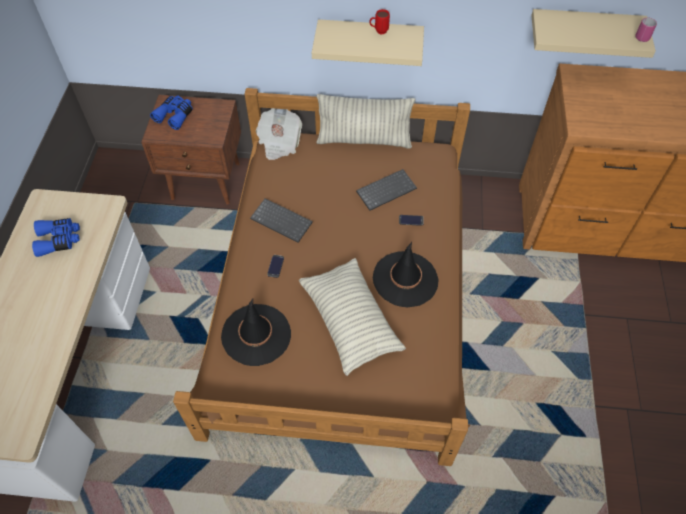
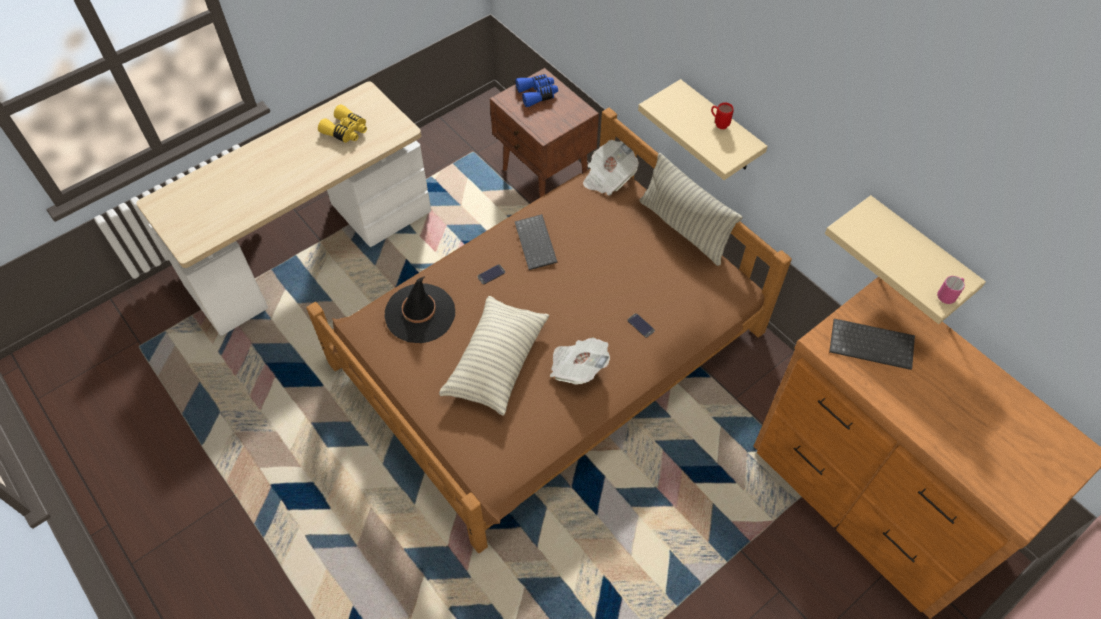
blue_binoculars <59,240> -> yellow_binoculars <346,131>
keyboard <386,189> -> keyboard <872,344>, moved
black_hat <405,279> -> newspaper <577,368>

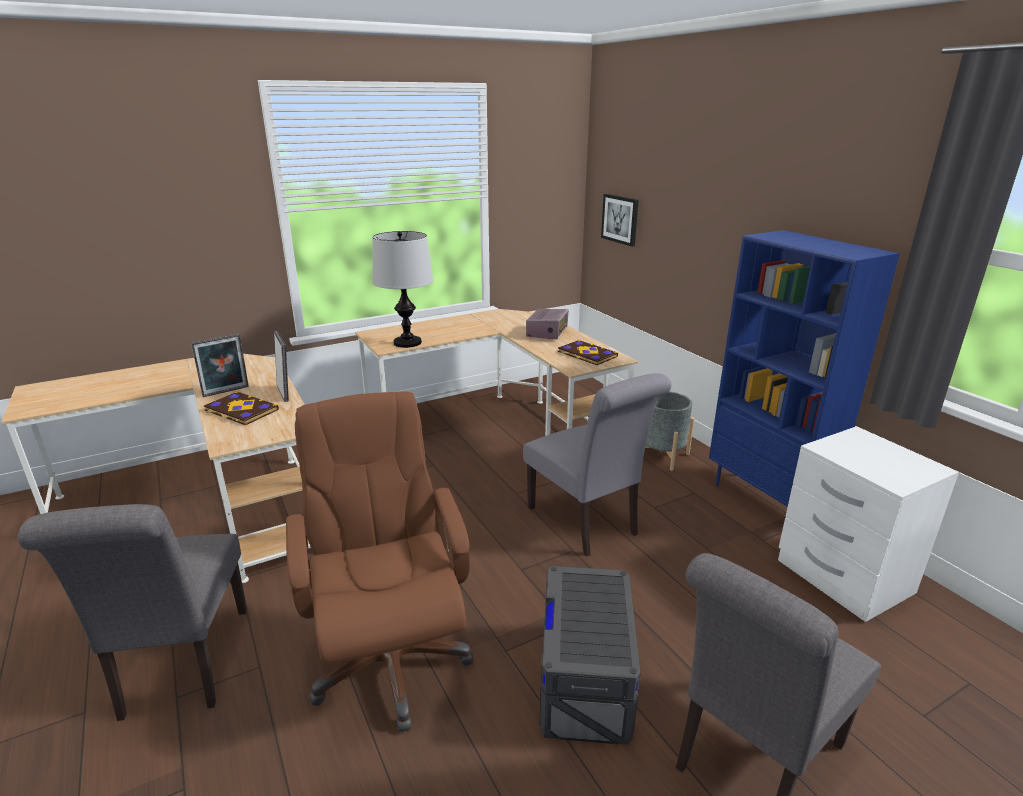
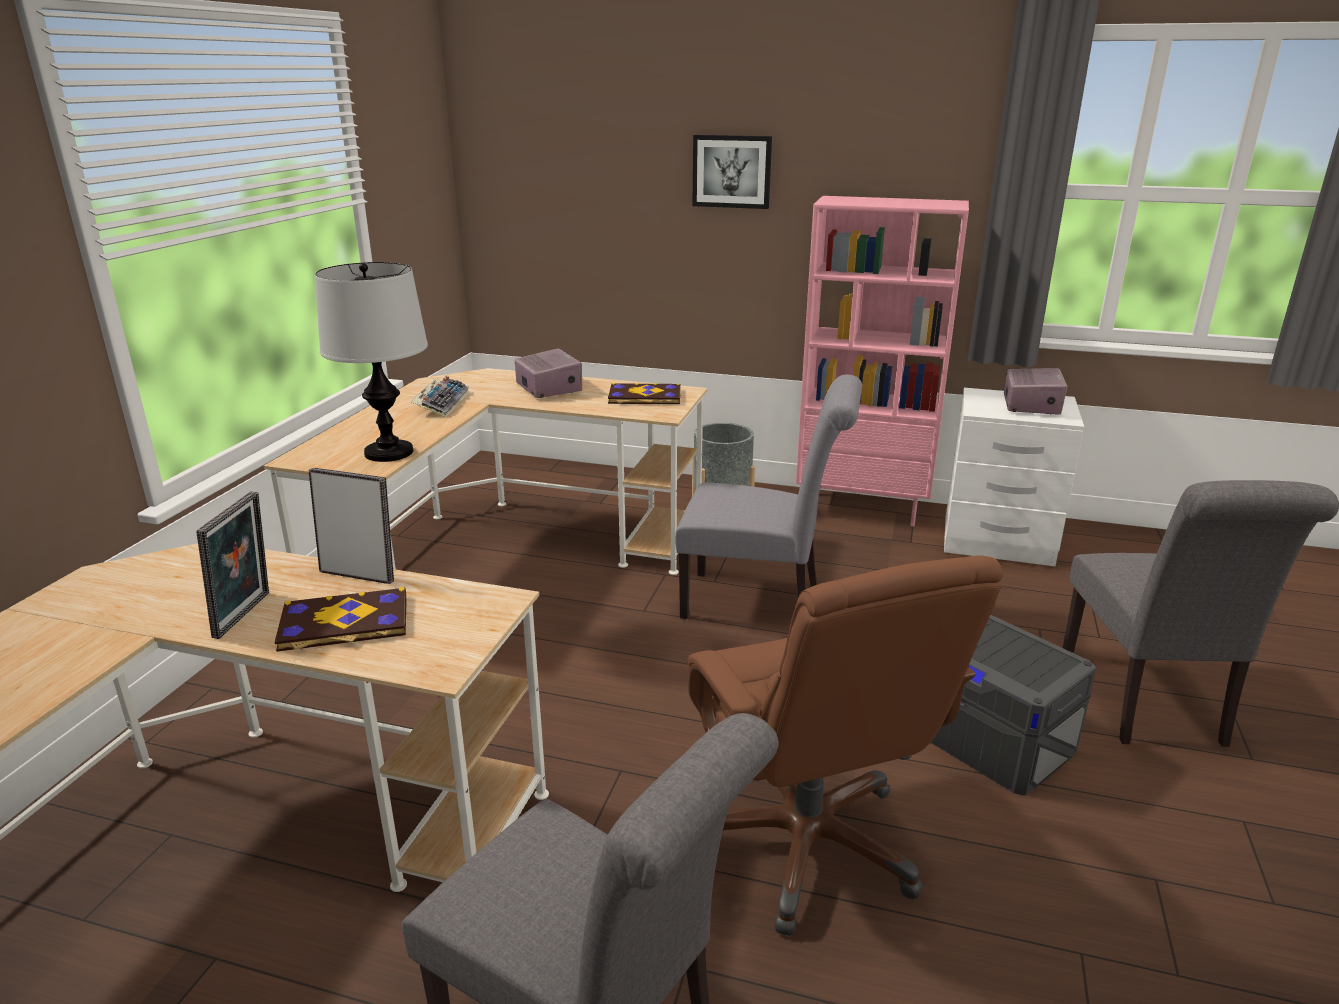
brown_office_chair <390,660> -> brown_office_chair <807,843>, 135 degrees counterclockwise
picture <620,219> -> picture <732,171>, moved
blue_bookcase <765,500> -> pink_bookcase <863,508>
none -> keyboard <441,403>
none -> radio <1031,405>

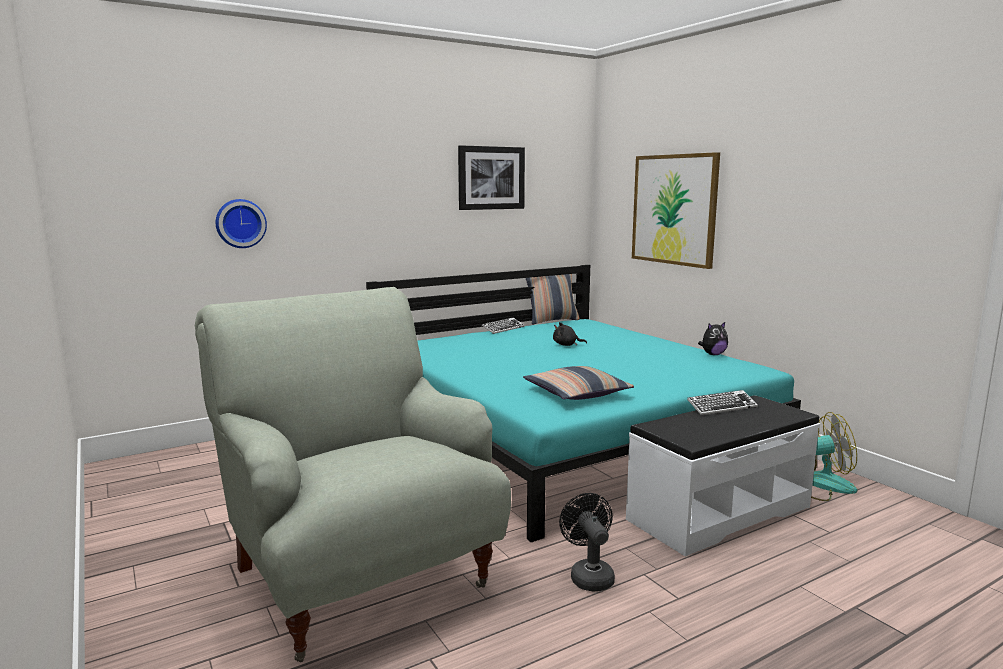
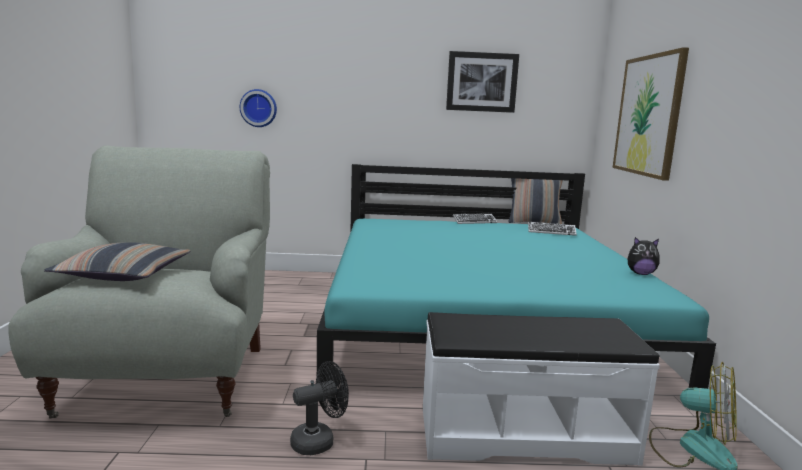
pillow <576,393> -> pillow <124,274>, moved
black_plush_toy <566,345> -> none
black_fan <589,575> -> black_fan <319,441>, 45 degrees clockwise
keyboard <721,407> -> keyboard <551,232>, moved

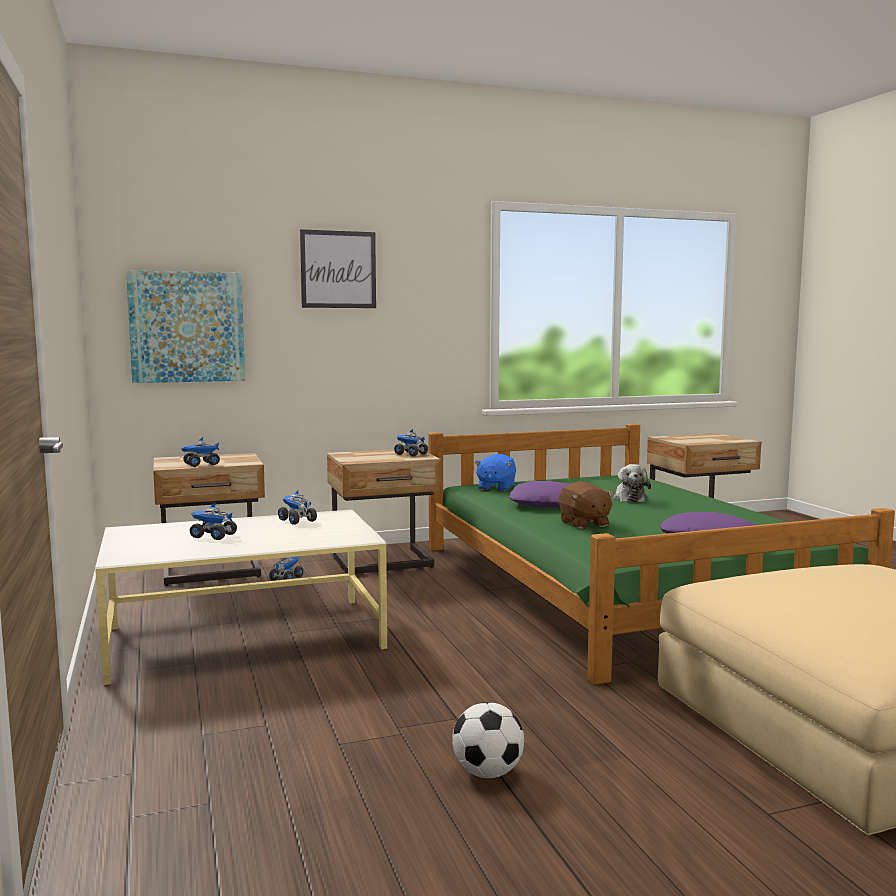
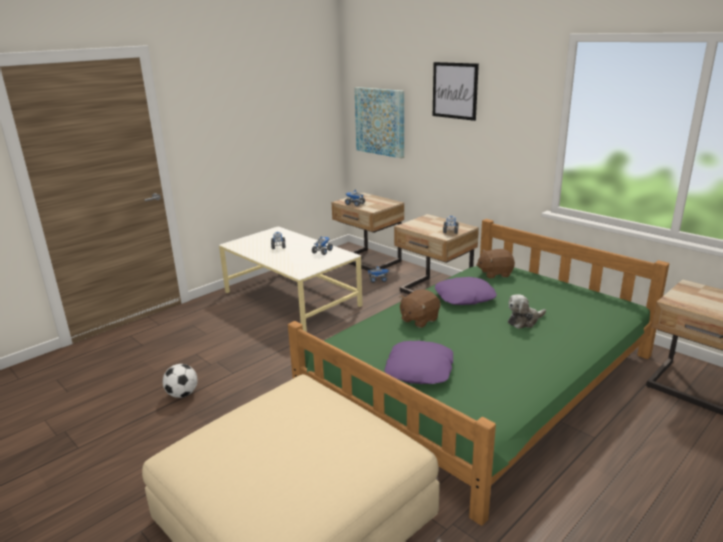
blue_plush_toy <495,488> -> brown_plush_toy <495,273>

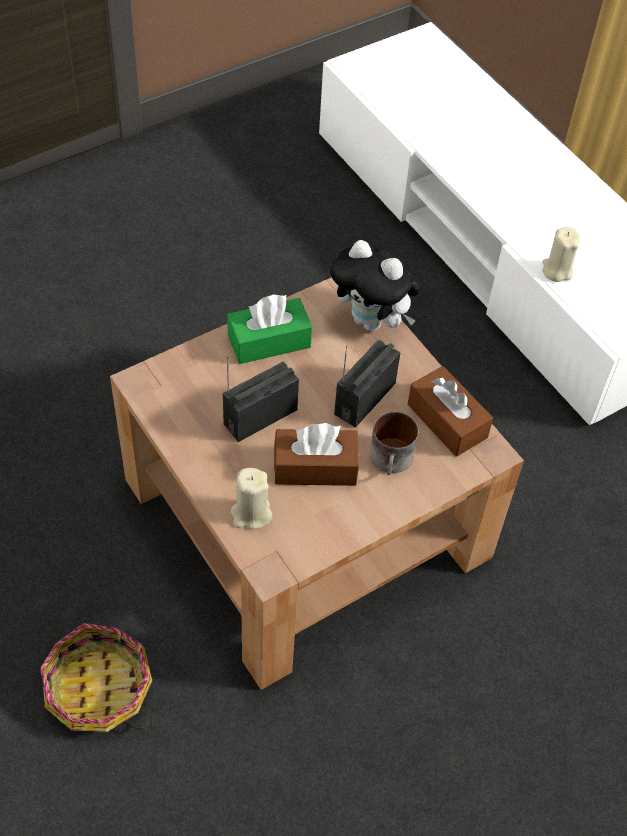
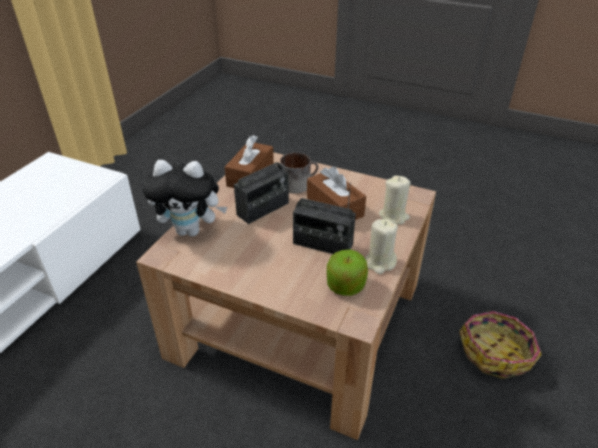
green_tissue_box <269,341> -> none
plush_toy <372,322> -> plush_toy <191,230>, 90 degrees clockwise
radio <364,398> -> radio <263,209>, 45 degrees counterclockwise
beige_candle <557,270> -> beige_candle <380,263>, moved
none -> apple <345,285>

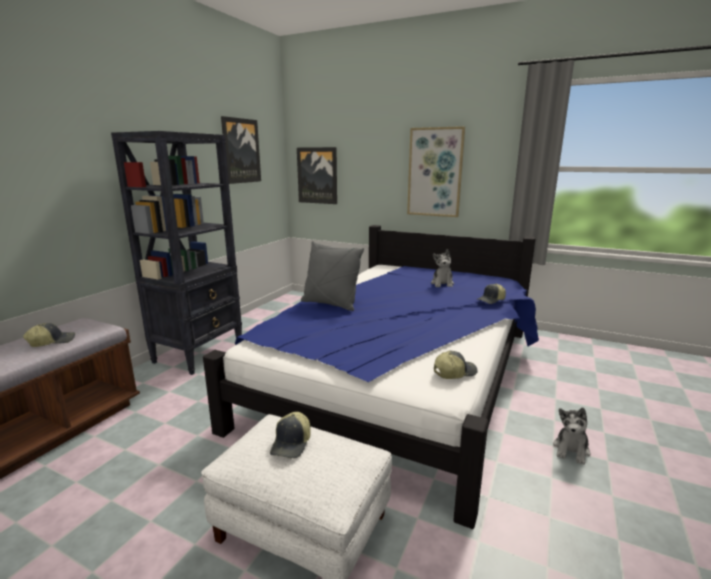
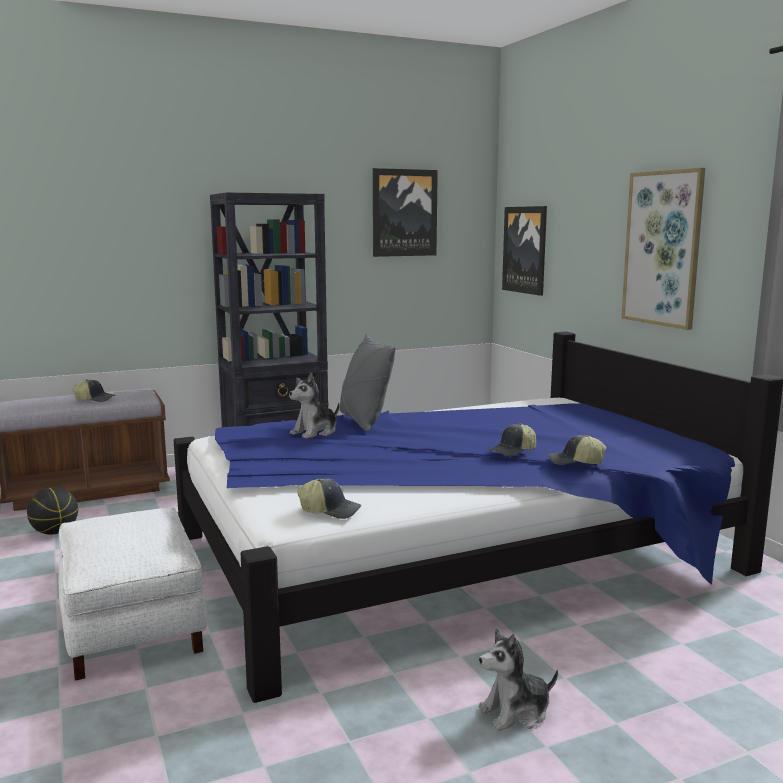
cap <292,443> -> cap <513,451>, moved
plush_toy <442,284> -> plush_toy <315,432>, moved
none -> basketball <55,532>

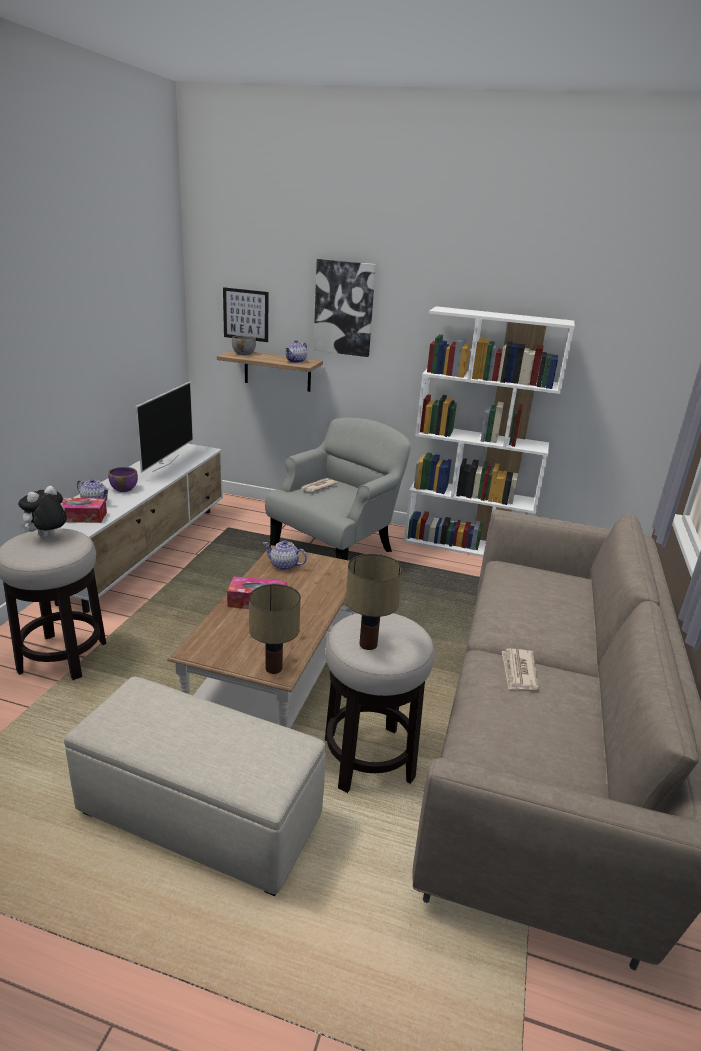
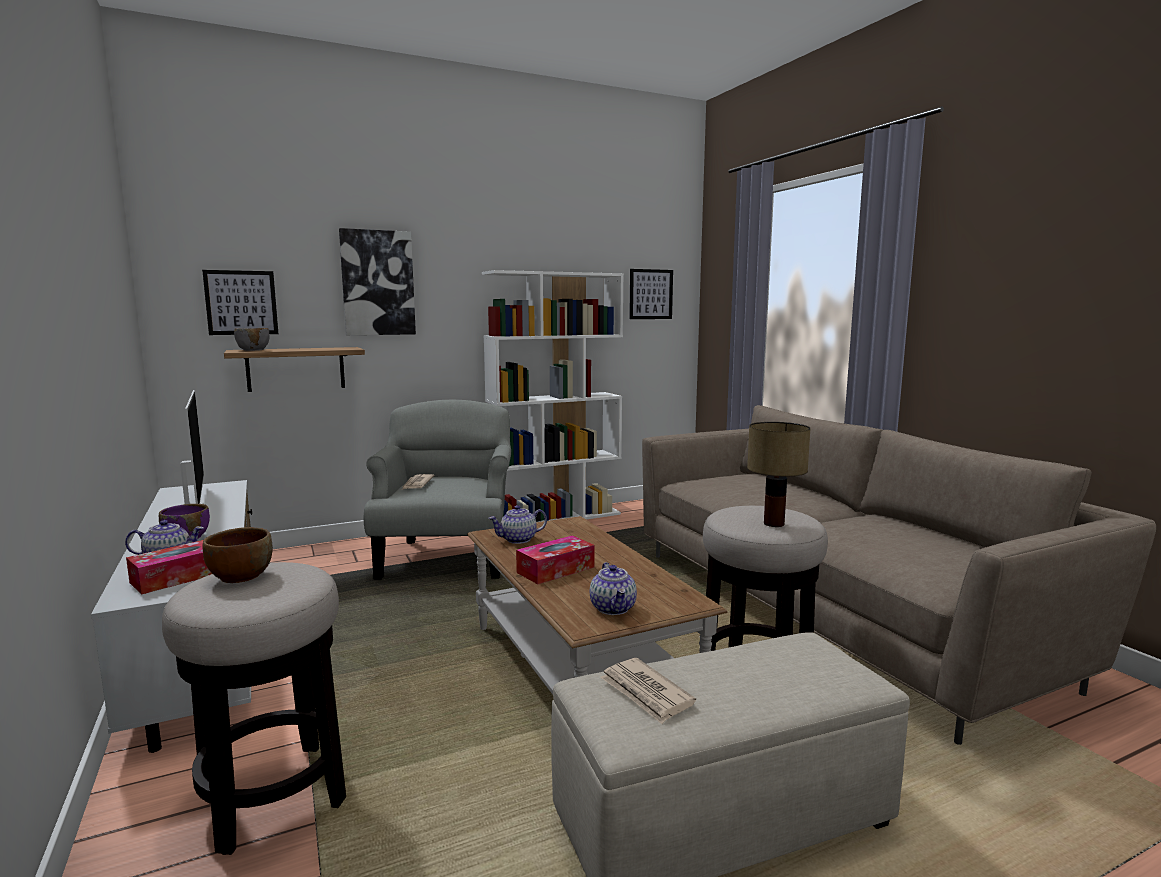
plush_toy <47,537> -> brown_bowl <240,576>
table_lamp <273,669> -> none
teapot <296,361> -> teapot <613,608>, moved
newspaper <518,671> -> newspaper <646,693>, moved
none -> picture <650,294>

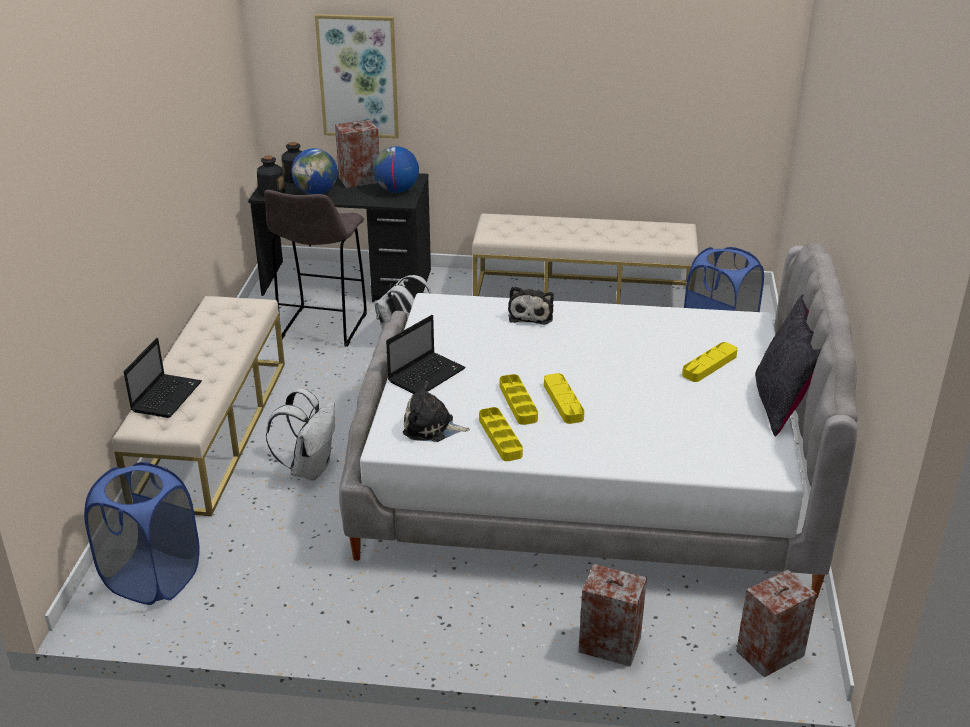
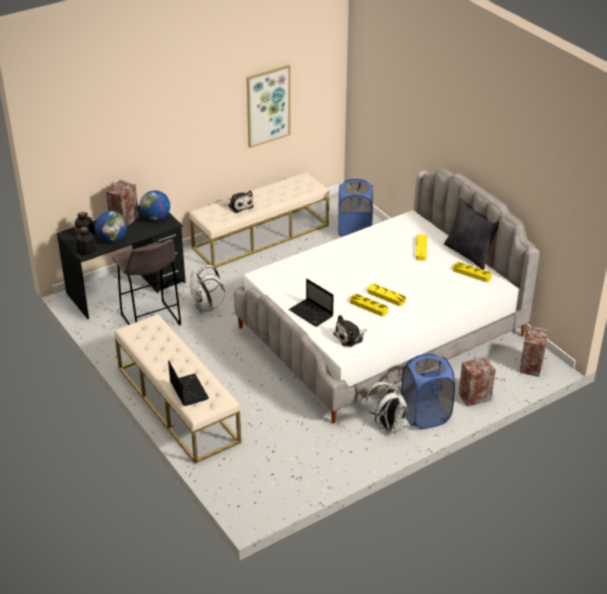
blue_laundry_basket <152,578> -> blue_laundry_basket <425,415>, moved
white_backpack <309,468> -> white_backpack <388,425>, moved
picture <358,76> -> picture <268,106>, moved
laptop <427,374> -> laptop <312,313>, 135 degrees clockwise
yellow_tray <500,437> -> yellow_tray <472,274>, moved
plush_toy <531,314> -> plush_toy <240,206>, moved

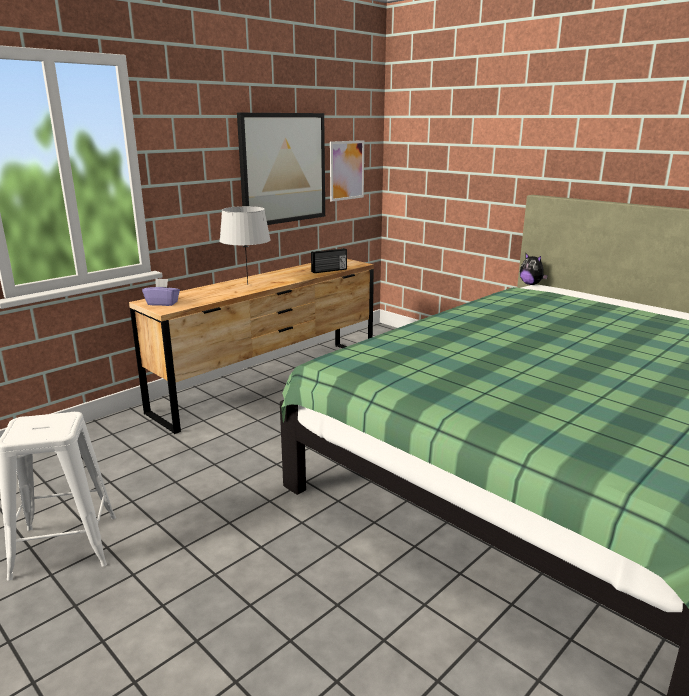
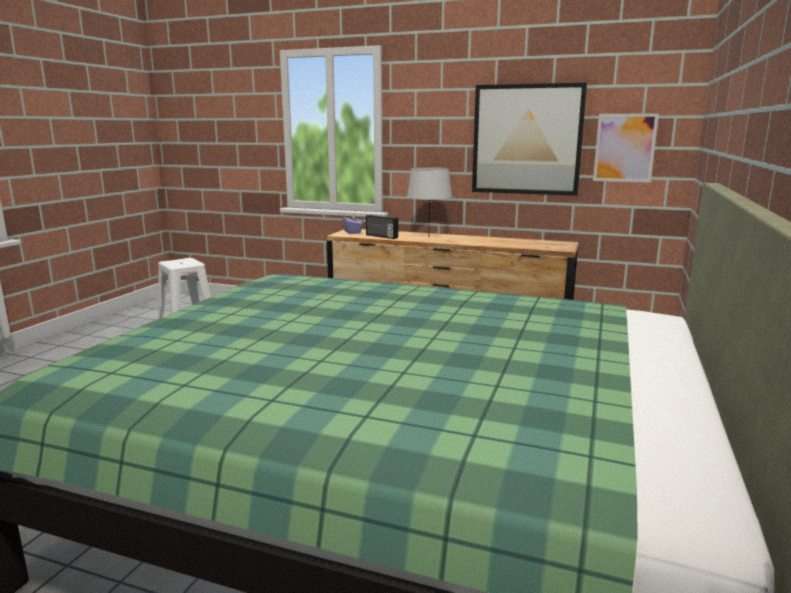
radio <329,270> -> radio <381,236>, moved
plush_toy <531,284> -> none

